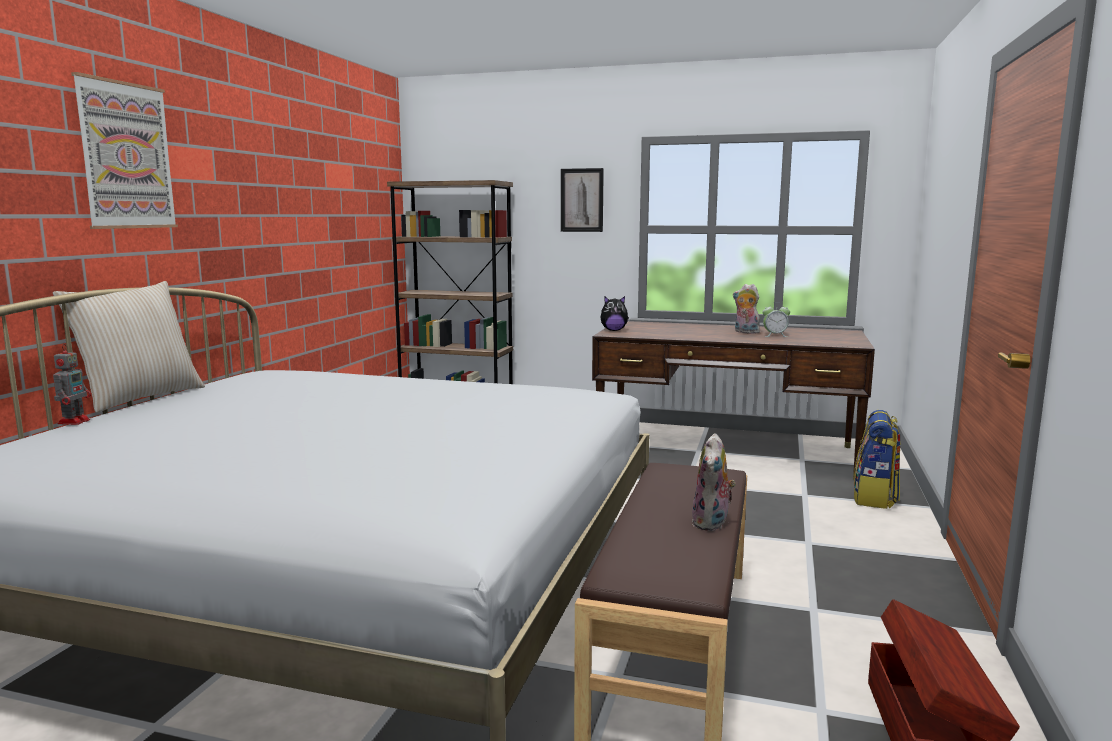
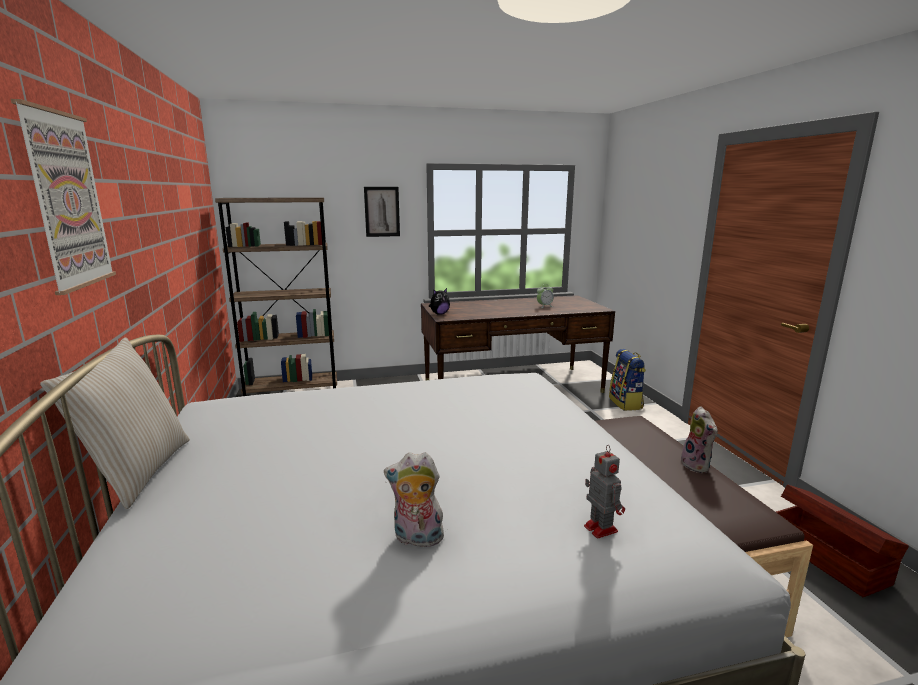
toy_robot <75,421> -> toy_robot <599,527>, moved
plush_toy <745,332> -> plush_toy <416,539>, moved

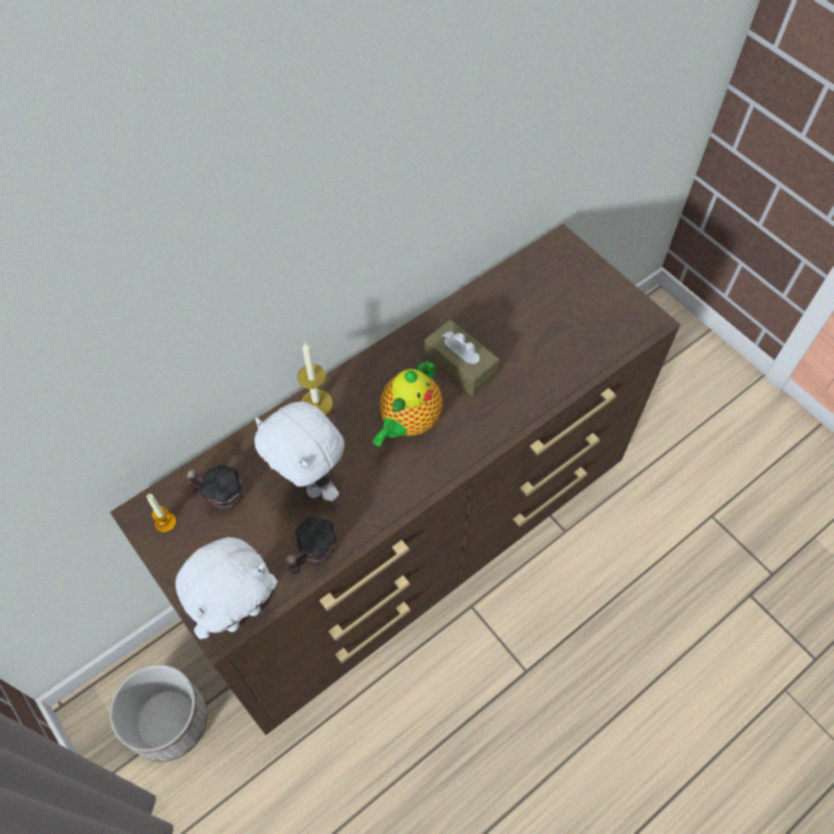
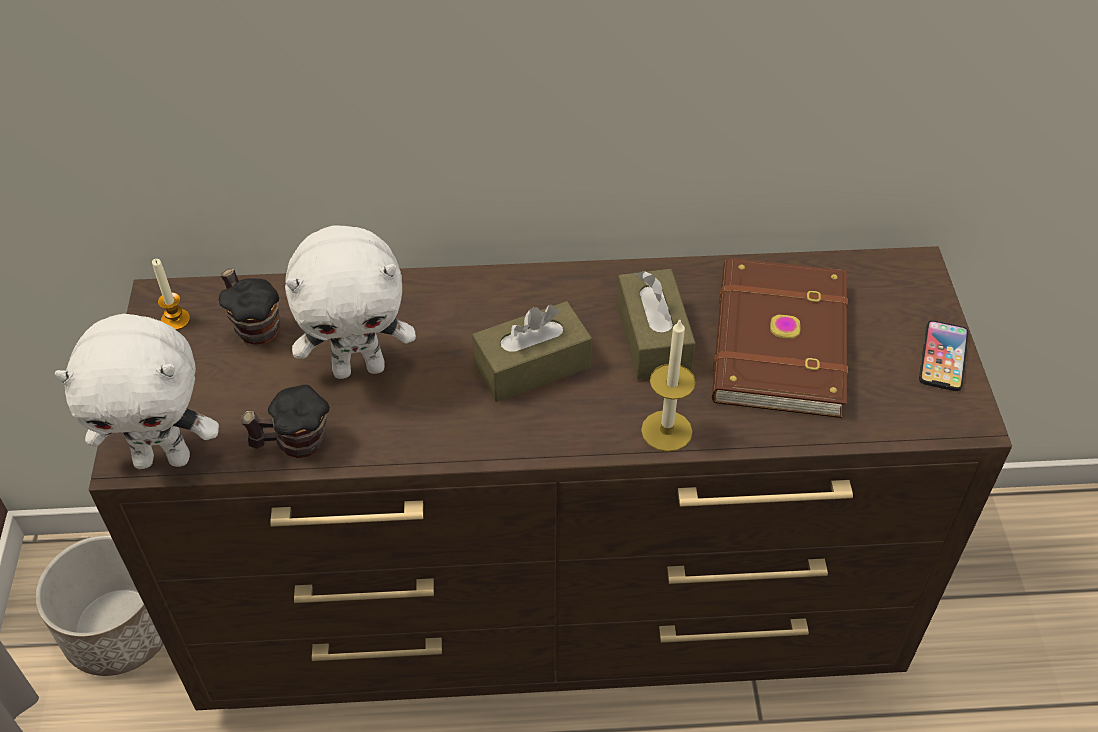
white_plush_toy <310,483> -> white_plush_toy <359,367>, 90 degrees counterclockwise
candle <316,403> -> candle <666,431>, moved
teapot <408,422> -> brown_tissue_box <532,366>
none -> brown_book <775,343>
none -> phone <943,357>

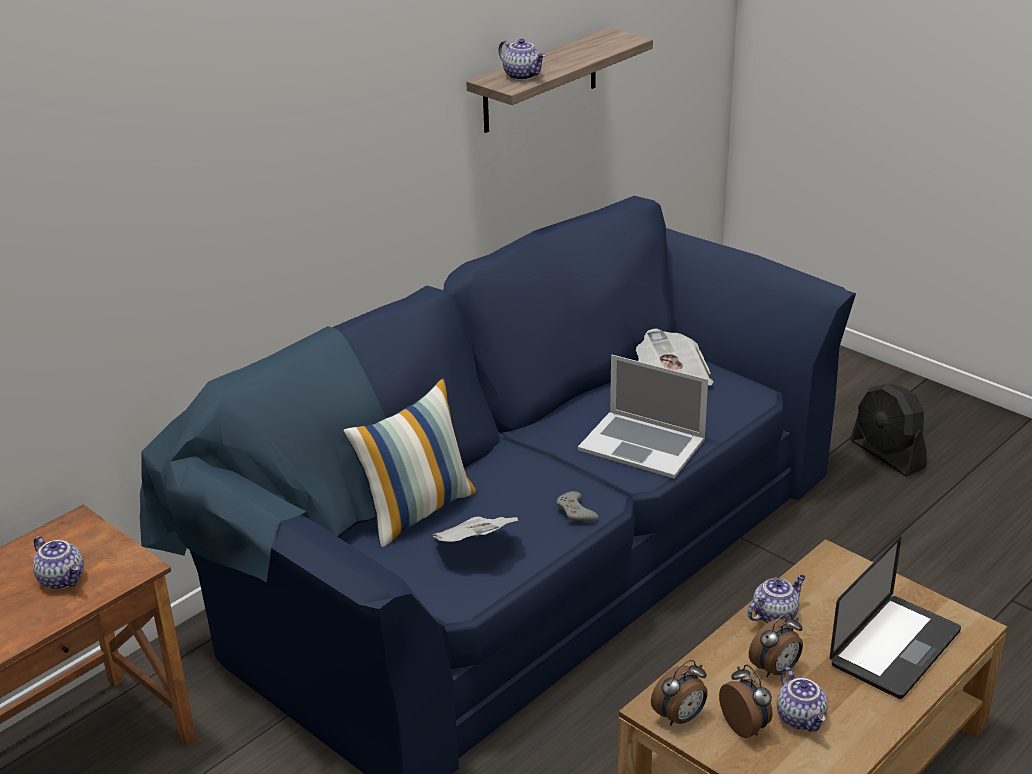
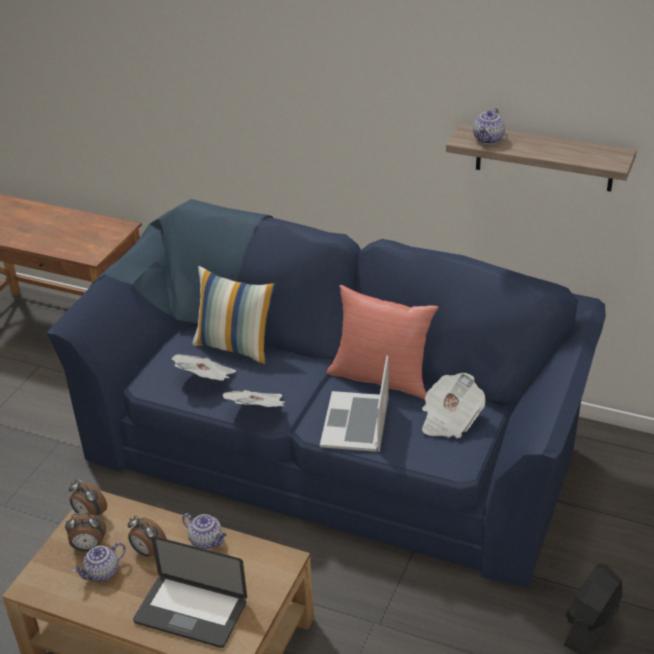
teapot <63,579> -> none
grey_game_controller <576,512> -> newspaper <258,411>
alarm_clock <746,726> -> alarm_clock <88,547>, 45 degrees clockwise
none -> red_pillow <381,377>

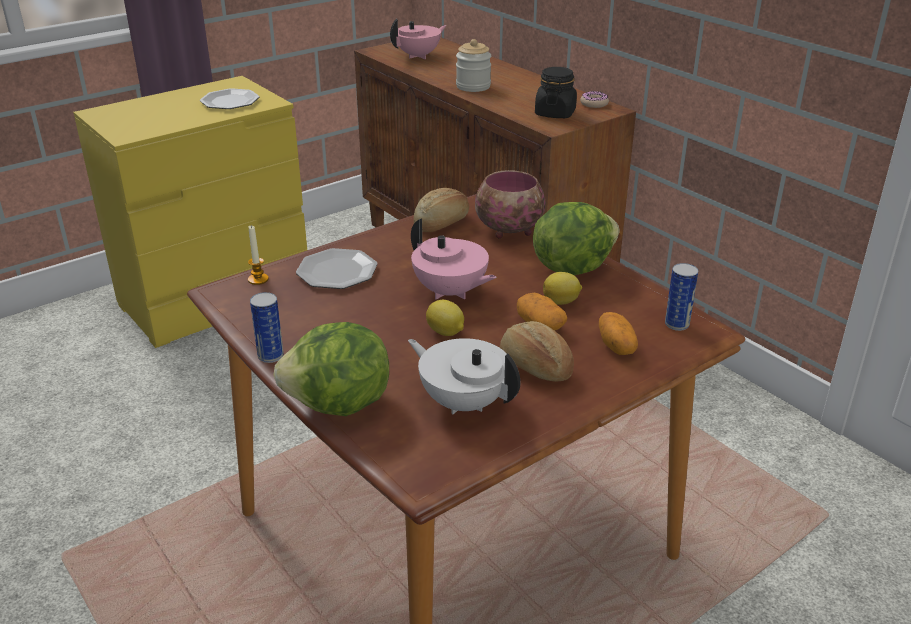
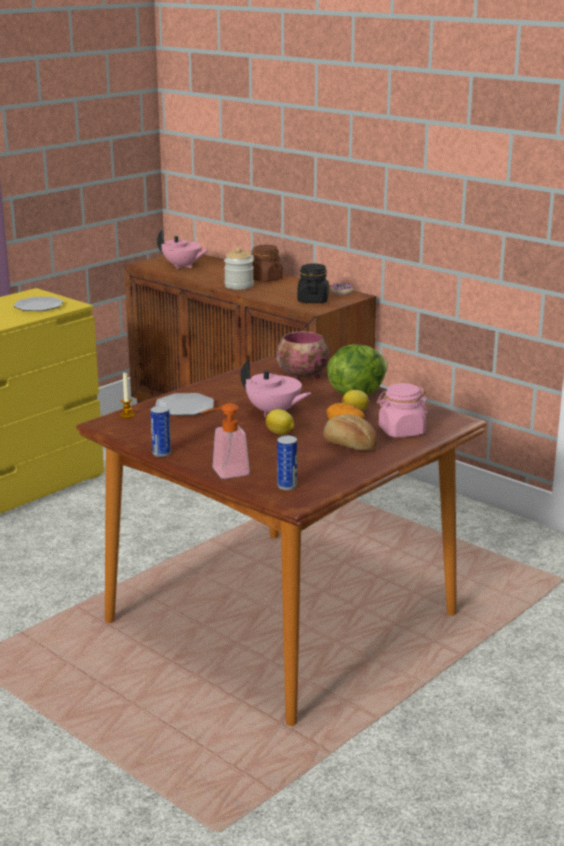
lettuce <339,405> -> soap_dispenser <224,473>
pink_teapot <419,56> -> pink_teapot <183,266>, 75 degrees clockwise
white_teapot <463,402> -> none
bread <443,223> -> none
potato <616,346> -> pink_jar <401,431>
can <677,324> -> can <287,486>, moved
none -> brown_jar <265,279>

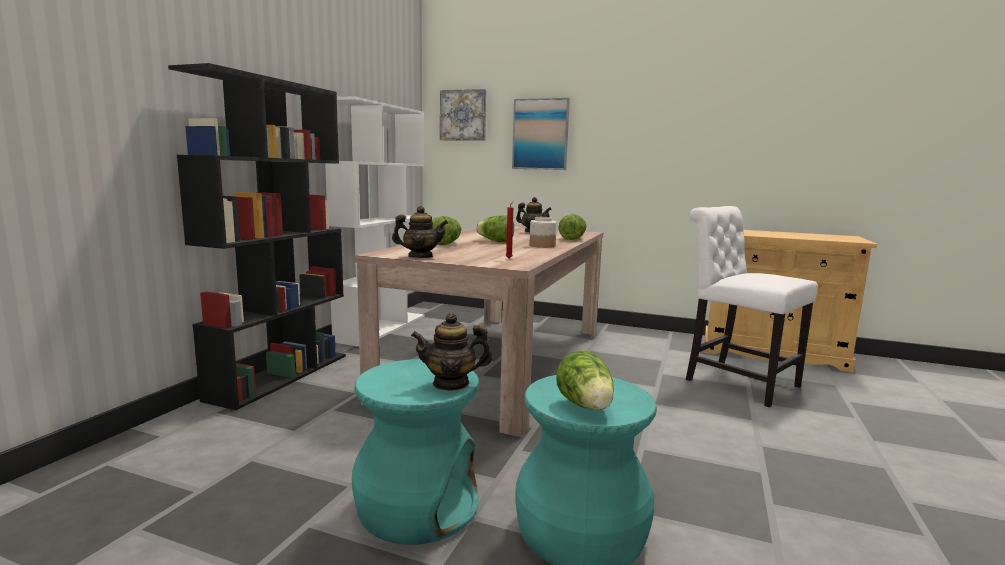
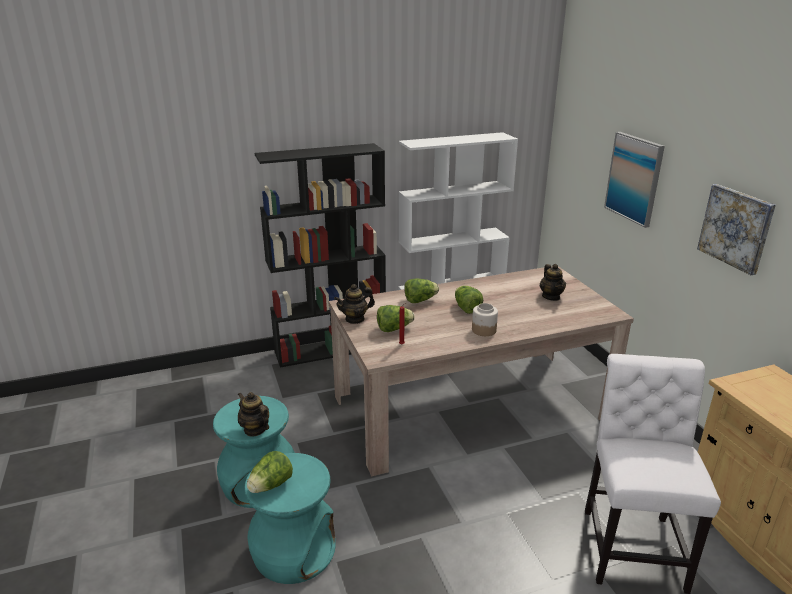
teapot <420,257> -> teapot <355,319>, 105 degrees clockwise
picture <463,115> -> picture <736,228>, moved
lettuce <573,239> -> lettuce <394,329>, moved

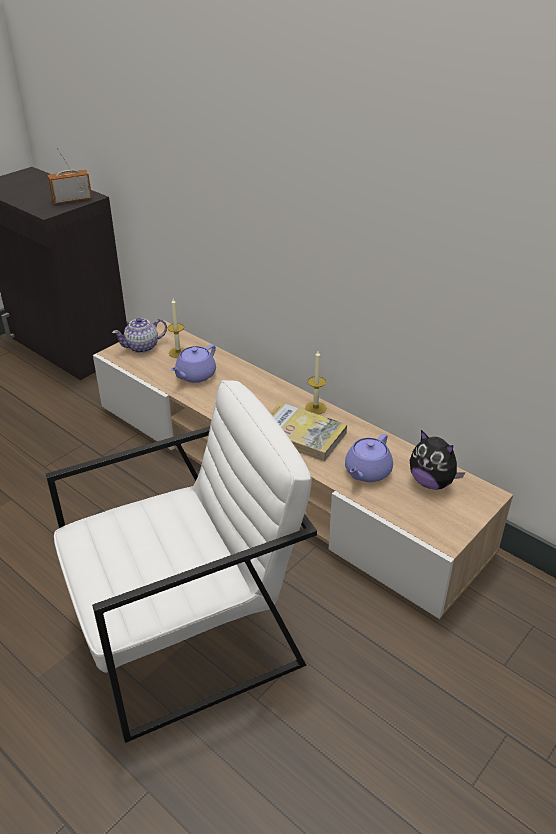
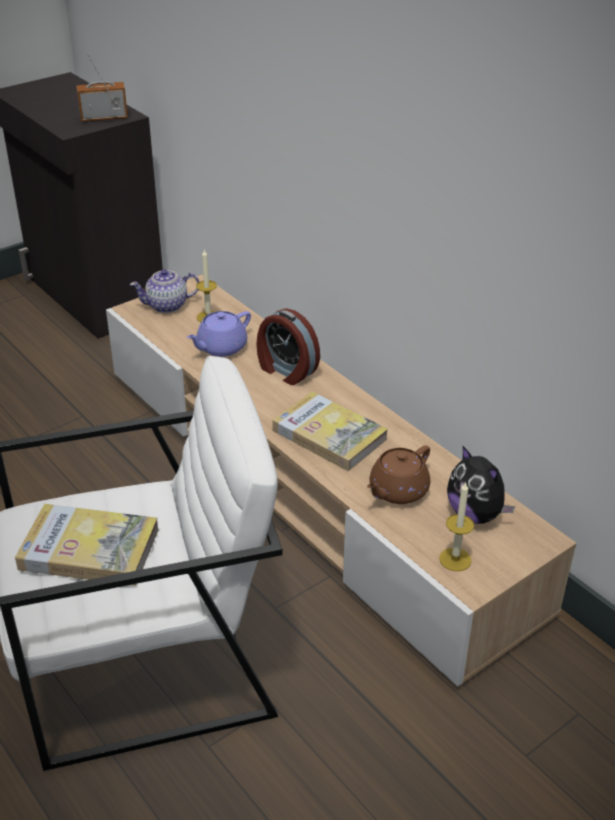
candle <315,408> -> candle <455,559>, moved
purple_teapot <367,472> -> brown_teapot <397,491>
none -> book <89,549>
none -> alarm_clock <286,371>

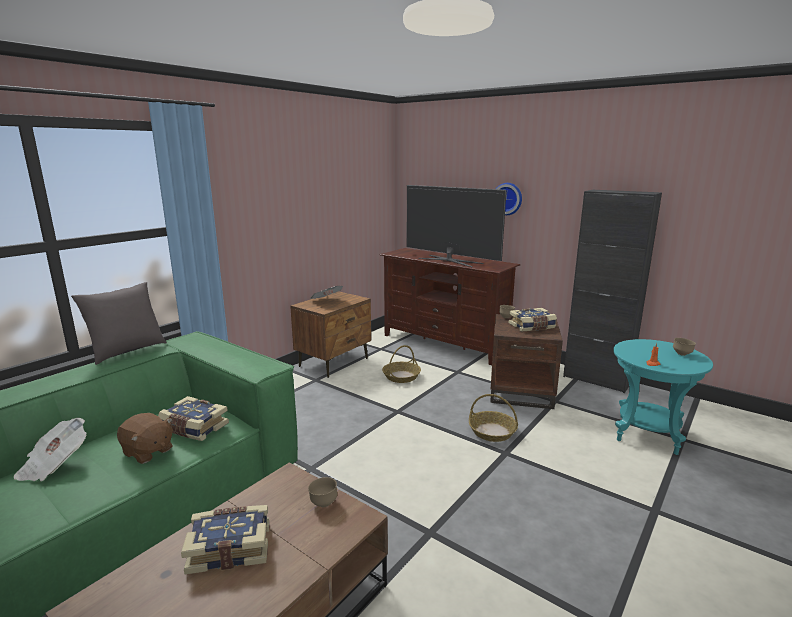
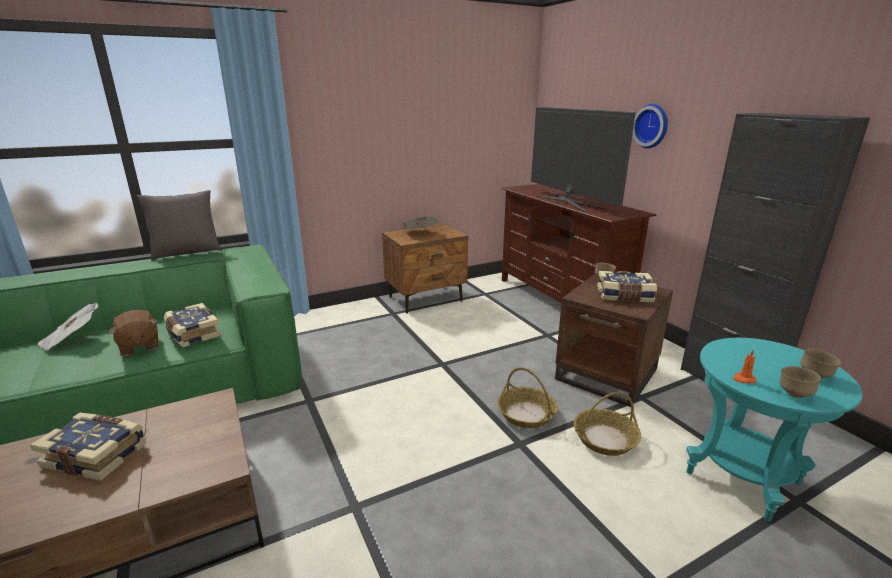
brown_bowl <323,503> -> brown_bowl <794,394>, moved
basket <401,376> -> basket <604,439>, moved

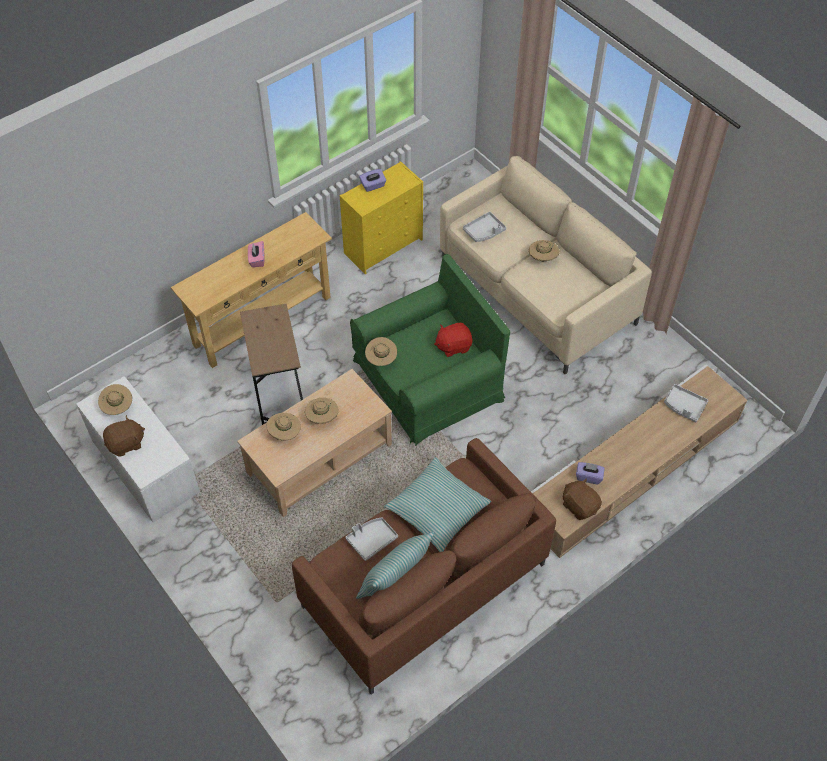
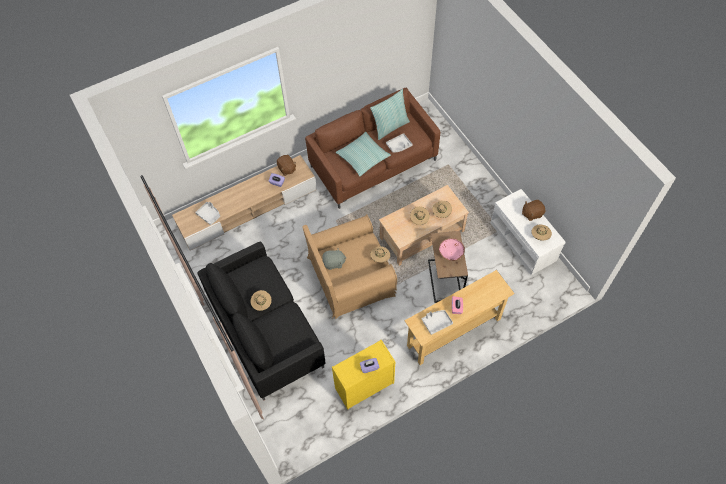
green_armchair <428,380> -> brown_armchair <351,276>
red_plush_toy <453,346> -> grey_plush_toy <334,263>
beige_sofa <536,292> -> black_sofa <265,331>
grey_tray <484,231> -> grey_tray <436,322>, moved
none -> pink_bowl <451,253>

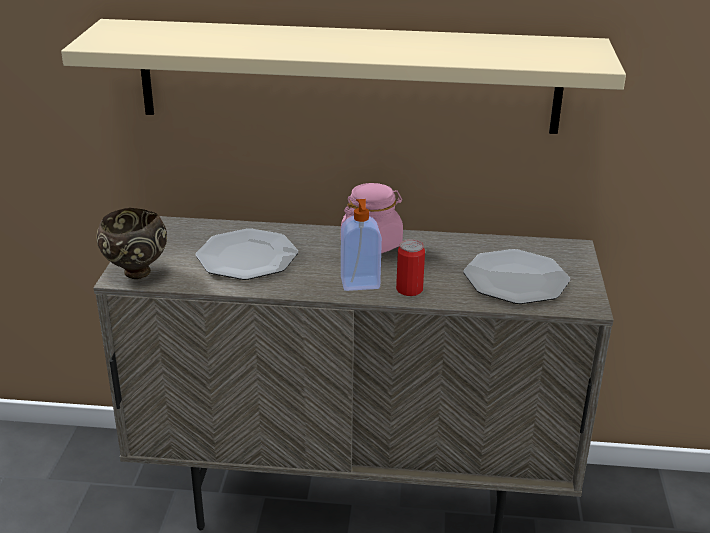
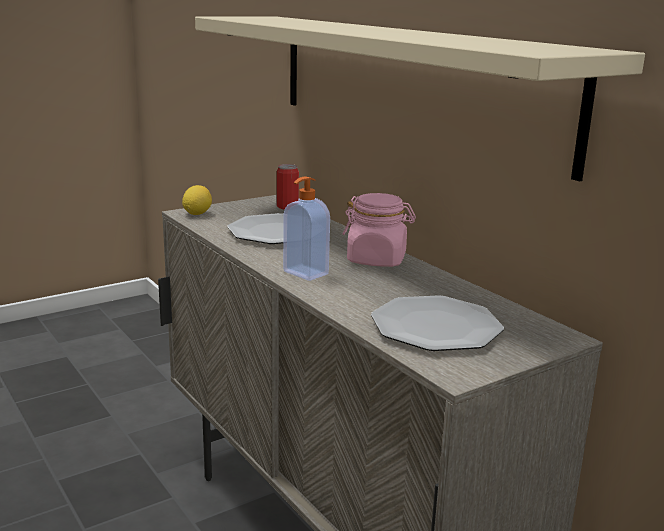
brown_bowl <135,272> -> lemon <197,214>
can <409,289> -> can <287,207>, moved

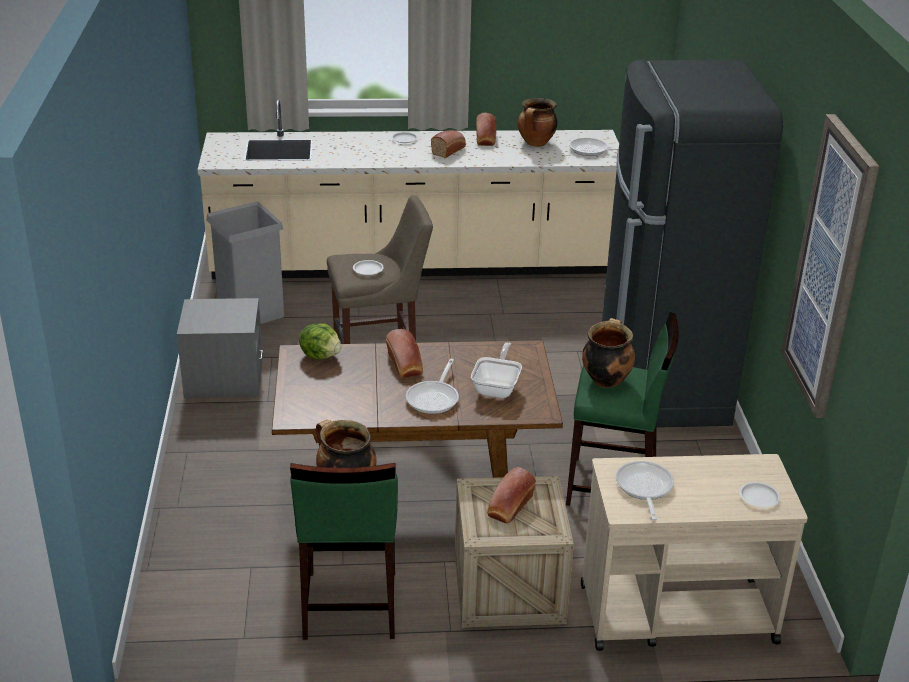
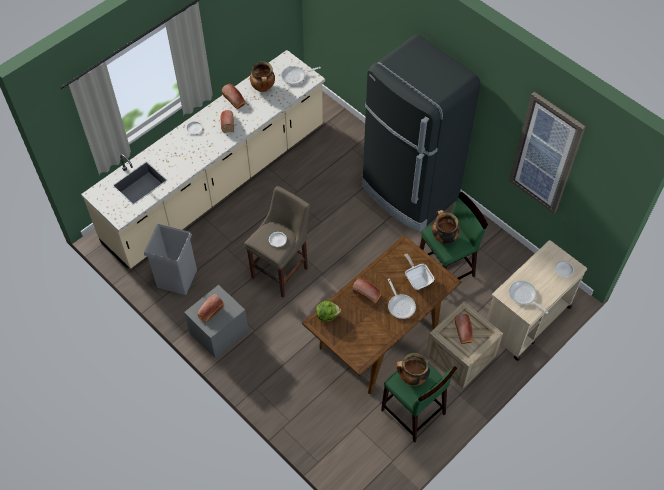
none -> bread <210,312>

